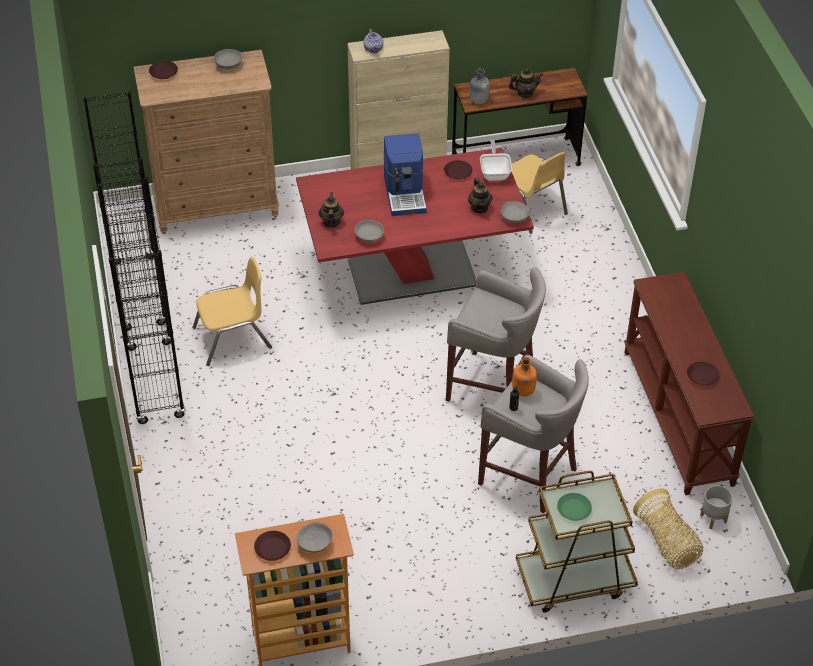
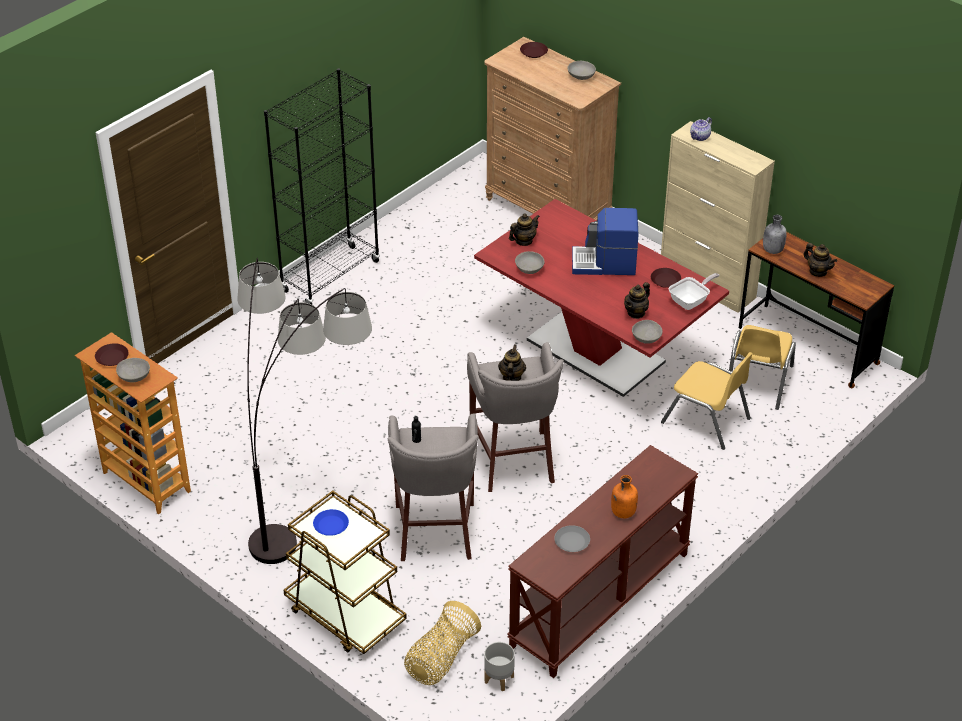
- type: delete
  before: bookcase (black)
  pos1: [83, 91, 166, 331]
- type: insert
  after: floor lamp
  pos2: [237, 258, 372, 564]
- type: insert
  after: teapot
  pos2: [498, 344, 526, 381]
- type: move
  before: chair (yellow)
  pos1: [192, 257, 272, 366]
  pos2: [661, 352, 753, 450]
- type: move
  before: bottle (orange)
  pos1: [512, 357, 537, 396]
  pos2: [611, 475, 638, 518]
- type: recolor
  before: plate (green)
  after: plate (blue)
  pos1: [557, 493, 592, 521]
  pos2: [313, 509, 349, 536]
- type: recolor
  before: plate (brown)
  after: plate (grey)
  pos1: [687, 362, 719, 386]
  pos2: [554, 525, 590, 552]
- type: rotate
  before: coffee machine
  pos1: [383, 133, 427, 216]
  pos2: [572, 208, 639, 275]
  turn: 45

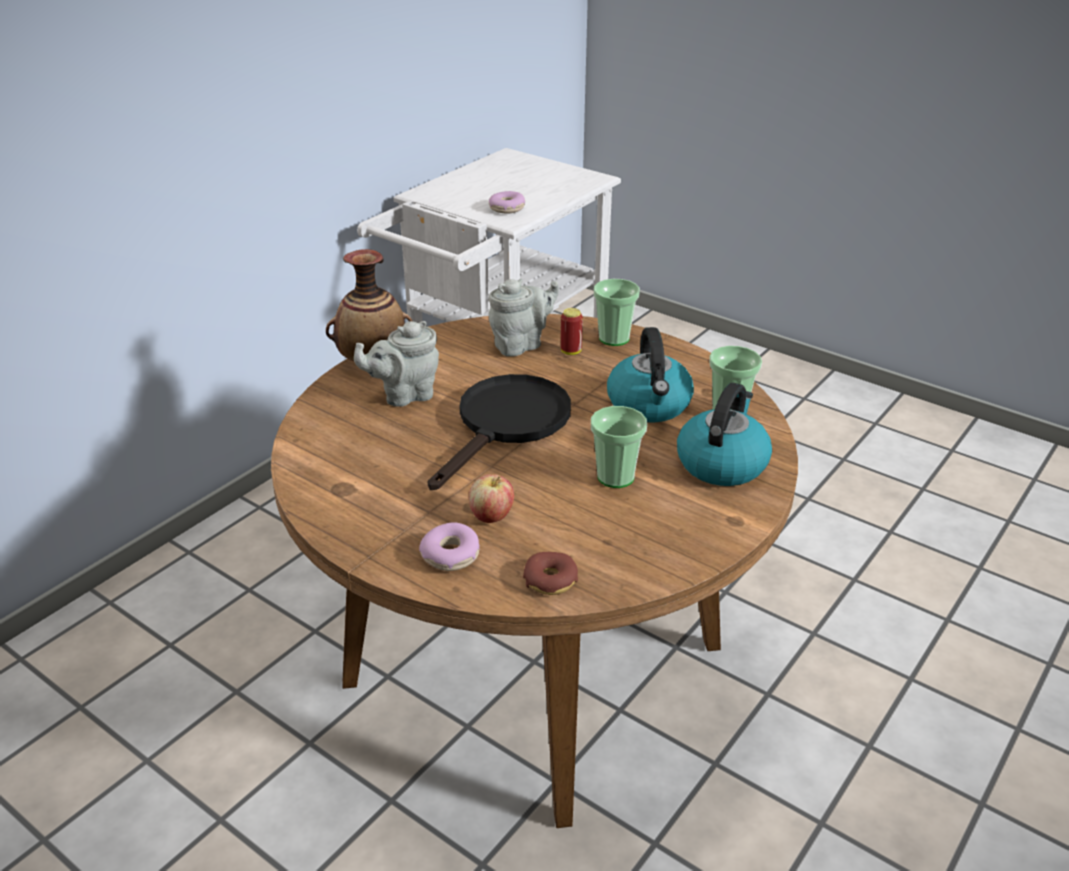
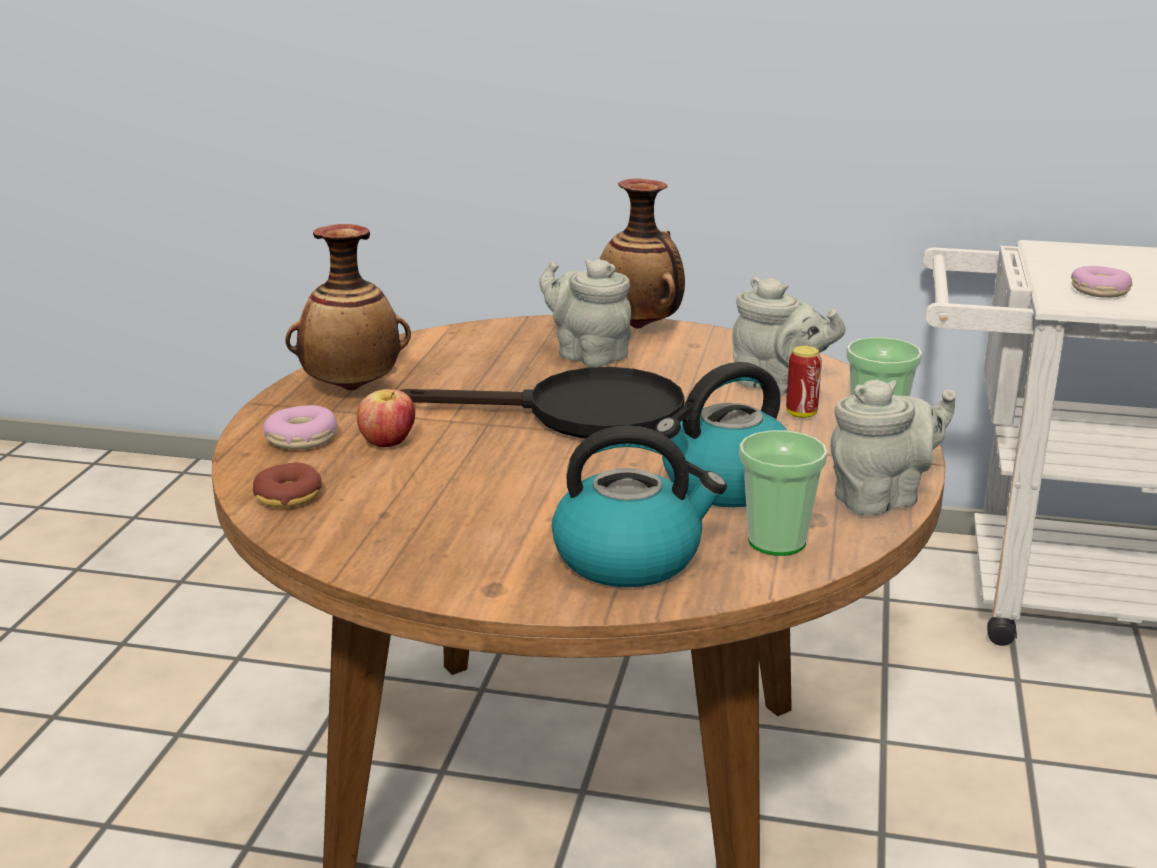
- type: delete
  before: cup
  pos1: [591, 406, 647, 488]
- type: insert
  after: vase
  pos2: [286, 224, 411, 391]
- type: insert
  after: teapot (grey)
  pos2: [831, 380, 956, 515]

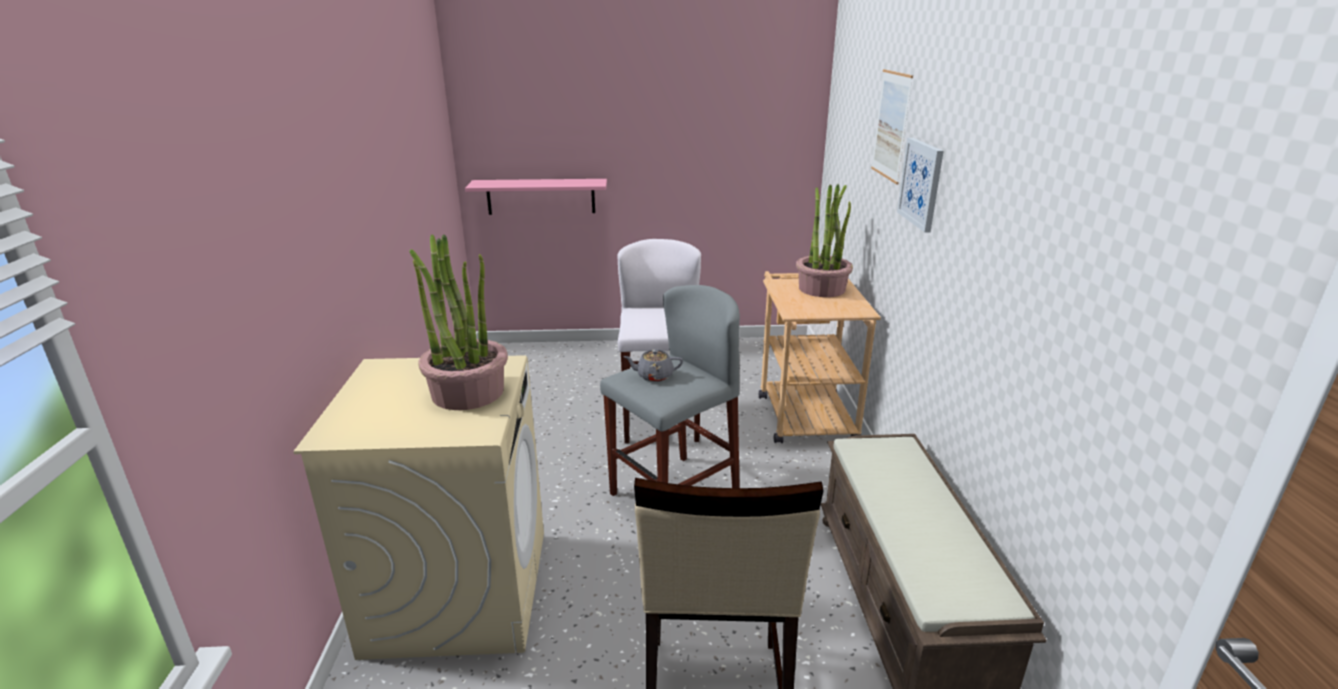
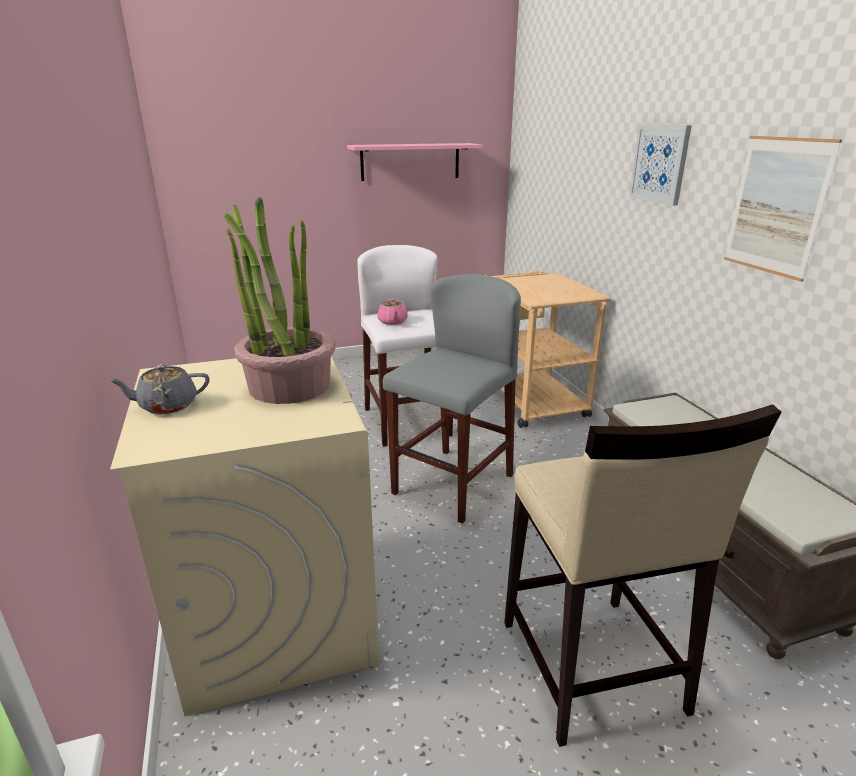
- type: delete
  before: potted plant
  pos1: [796, 184, 853, 297]
- type: insert
  after: teapot (pink)
  pos2: [377, 298, 408, 325]
- type: move
  before: shelf (pink)
  pos1: [465, 179, 607, 215]
  pos2: [347, 143, 483, 181]
- type: move
  before: teapot (grey)
  pos1: [623, 349, 683, 382]
  pos2: [109, 364, 210, 414]
- type: move
  before: picture
  pos1: [871, 69, 913, 184]
  pos2: [724, 136, 842, 282]

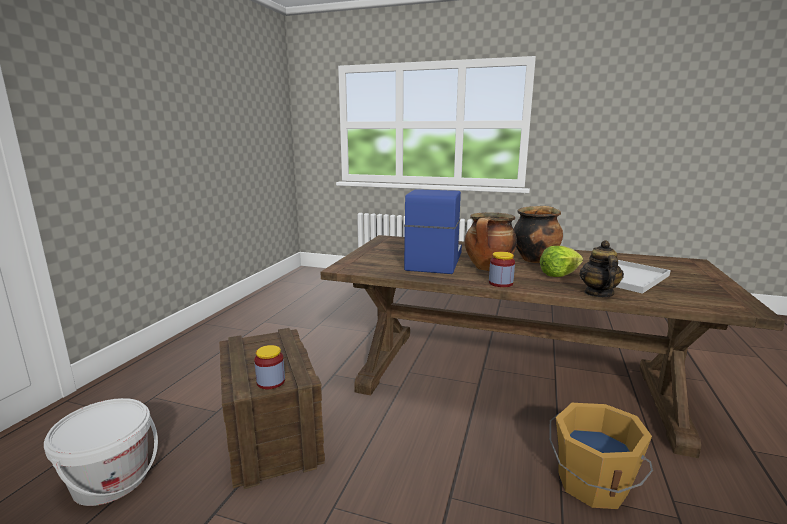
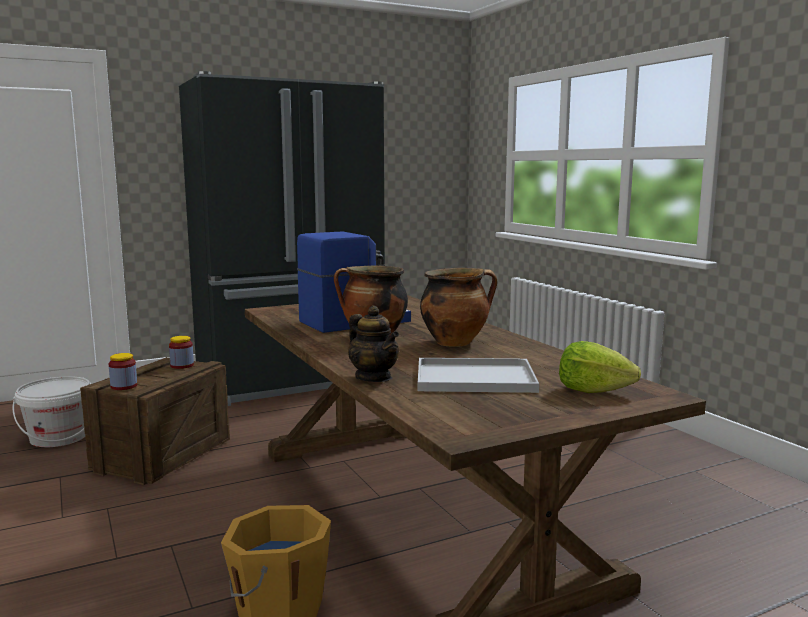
- type: insert
  after: fridge (black)
  pos2: [179, 71, 385, 406]
- type: move
  before: jar
  pos1: [489, 252, 515, 287]
  pos2: [169, 336, 194, 369]
- type: move
  before: lettuce
  pos1: [540, 246, 583, 277]
  pos2: [559, 341, 641, 393]
- type: rotate
  before: teapot
  pos1: [580, 240, 624, 297]
  pos2: [348, 306, 399, 382]
  turn: 90

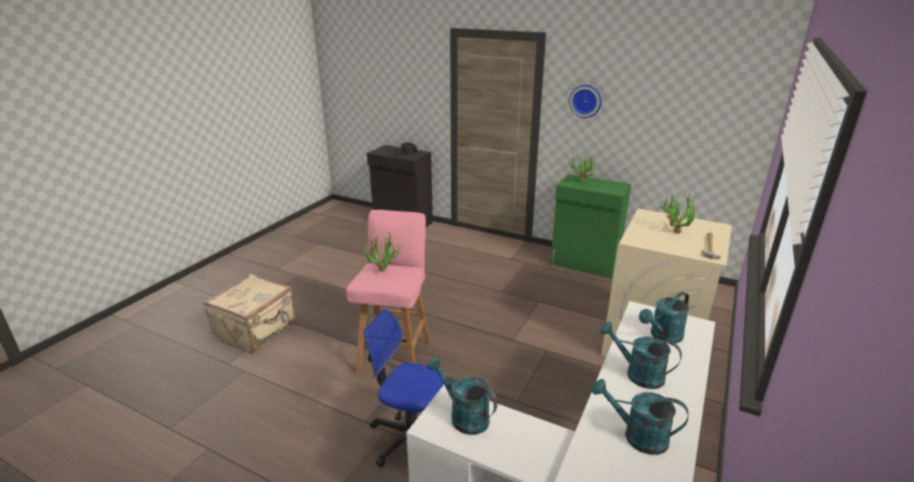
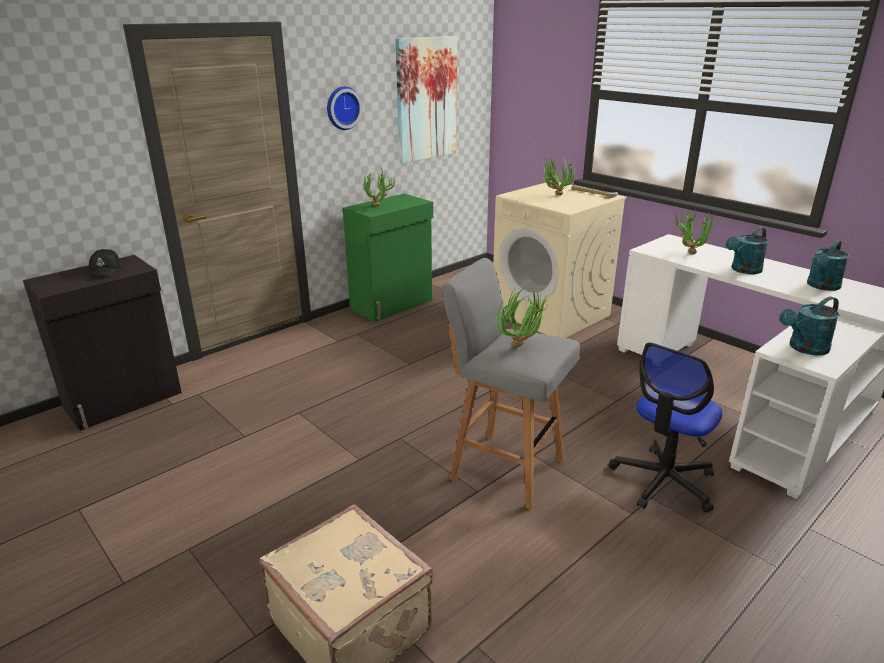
- type: insert
  after: picture
  pos2: [395, 36, 457, 163]
- type: replace
  before: watering can (turquoise)
  after: potted plant
  pos1: [639, 292, 689, 343]
  pos2: [675, 208, 715, 255]
- type: recolor
  before: stool (pink)
  after: stool (grey)
  pos1: [346, 210, 431, 374]
  pos2: [441, 258, 580, 510]

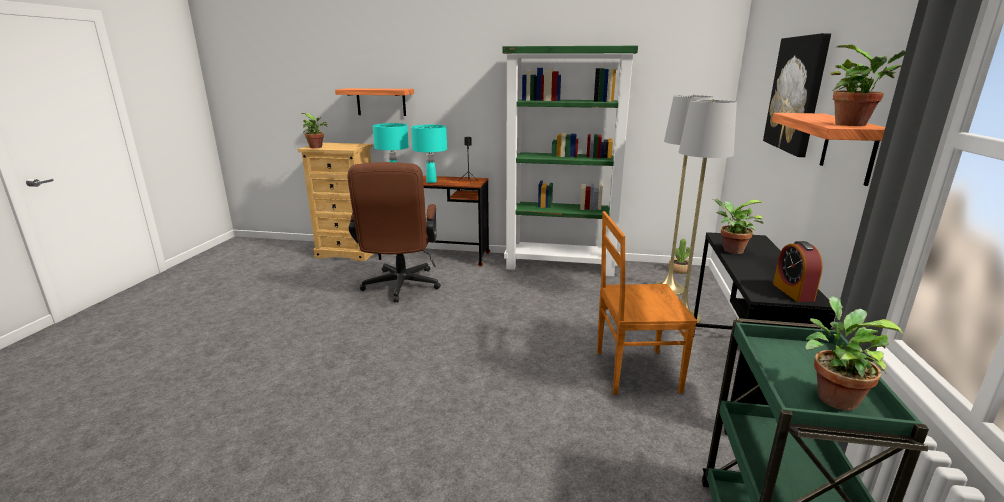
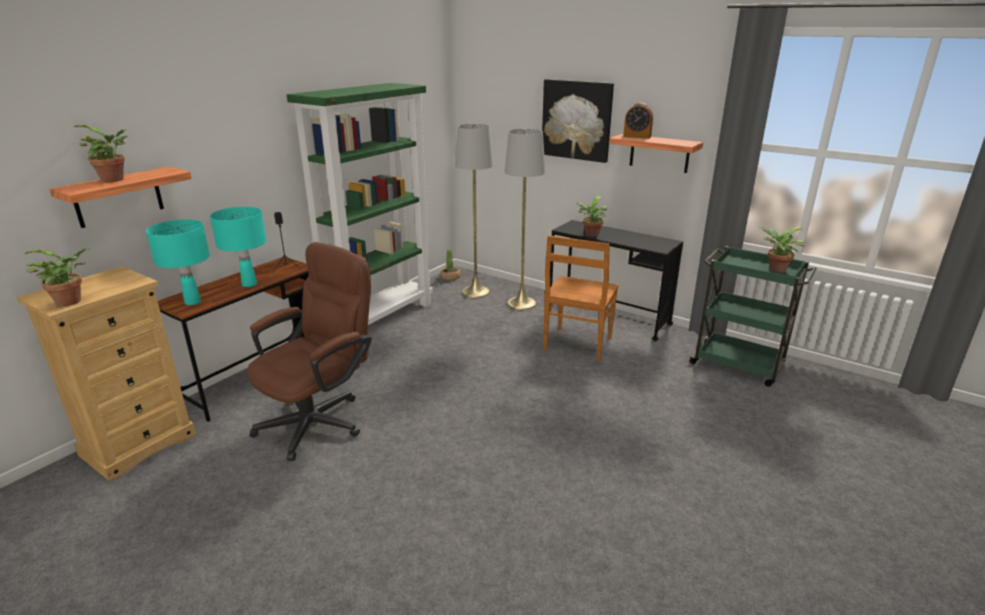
- type: move
  before: alarm clock
  pos1: [773, 241, 823, 302]
  pos2: [623, 103, 653, 139]
- type: move
  before: potted plant
  pos1: [831, 45, 905, 126]
  pos2: [74, 125, 128, 183]
- type: rotate
  before: office chair (brown)
  pos1: [348, 162, 441, 302]
  pos2: [247, 242, 372, 461]
  turn: -75

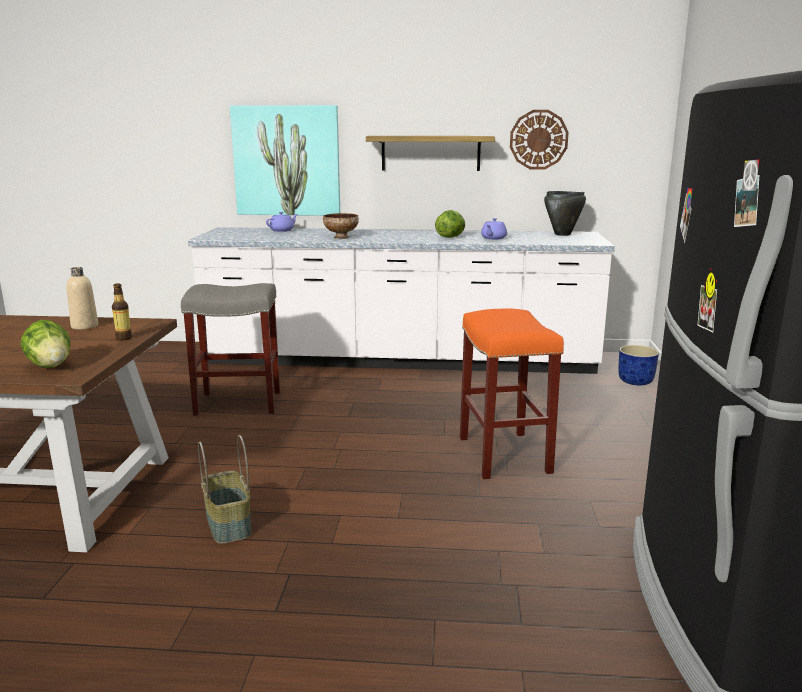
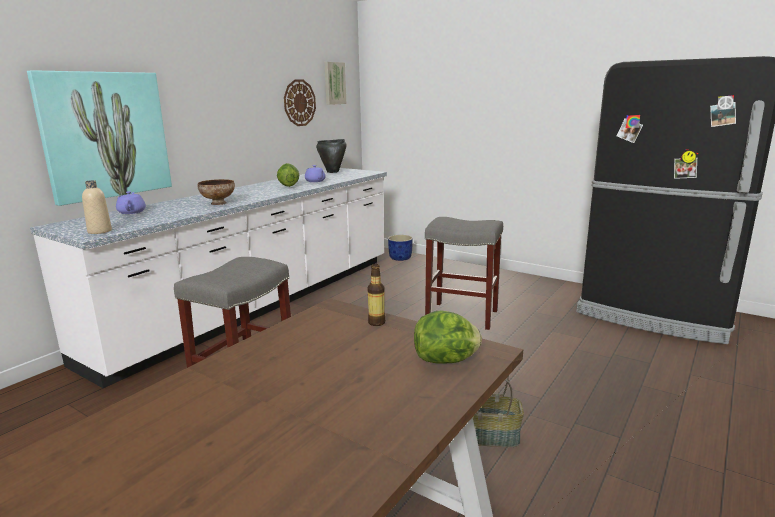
- type: delete
  before: shelf
  pos1: [366, 136, 495, 171]
- type: insert
  after: picture
  pos2: [324, 62, 346, 105]
- type: move
  before: bottle (beige)
  pos1: [66, 267, 98, 330]
  pos2: [82, 180, 112, 234]
- type: recolor
  before: stool (orange)
  after: stool (grey)
  pos1: [460, 308, 564, 479]
  pos2: [425, 217, 503, 330]

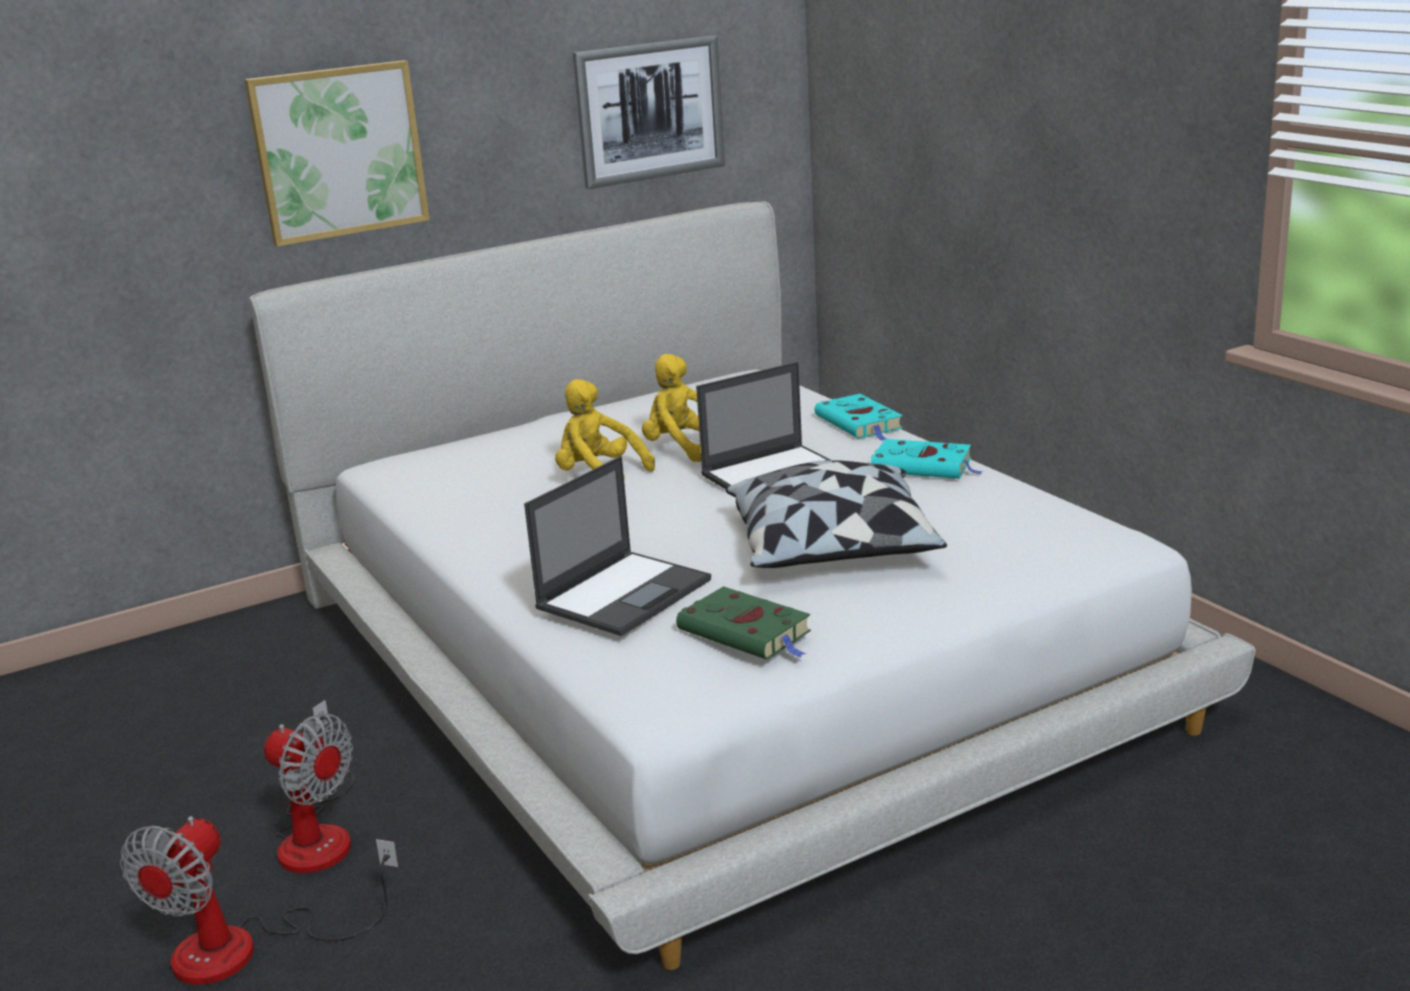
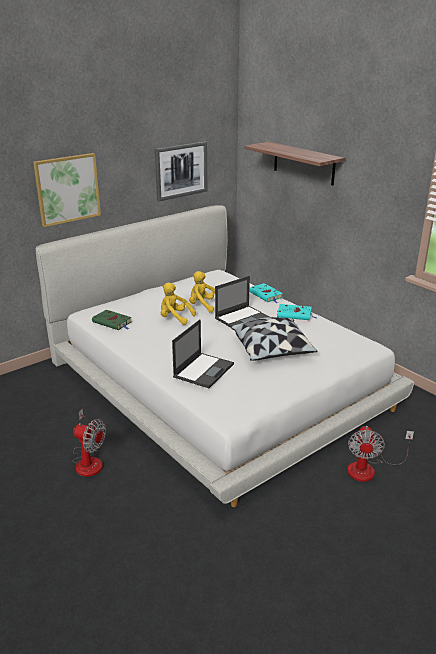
- type: insert
  after: shelf
  pos2: [245, 142, 345, 186]
- type: move
  before: fan
  pos1: [120, 816, 398, 985]
  pos2: [347, 426, 414, 482]
- type: move
  before: book (green)
  pos1: [676, 586, 811, 660]
  pos2: [92, 310, 131, 330]

